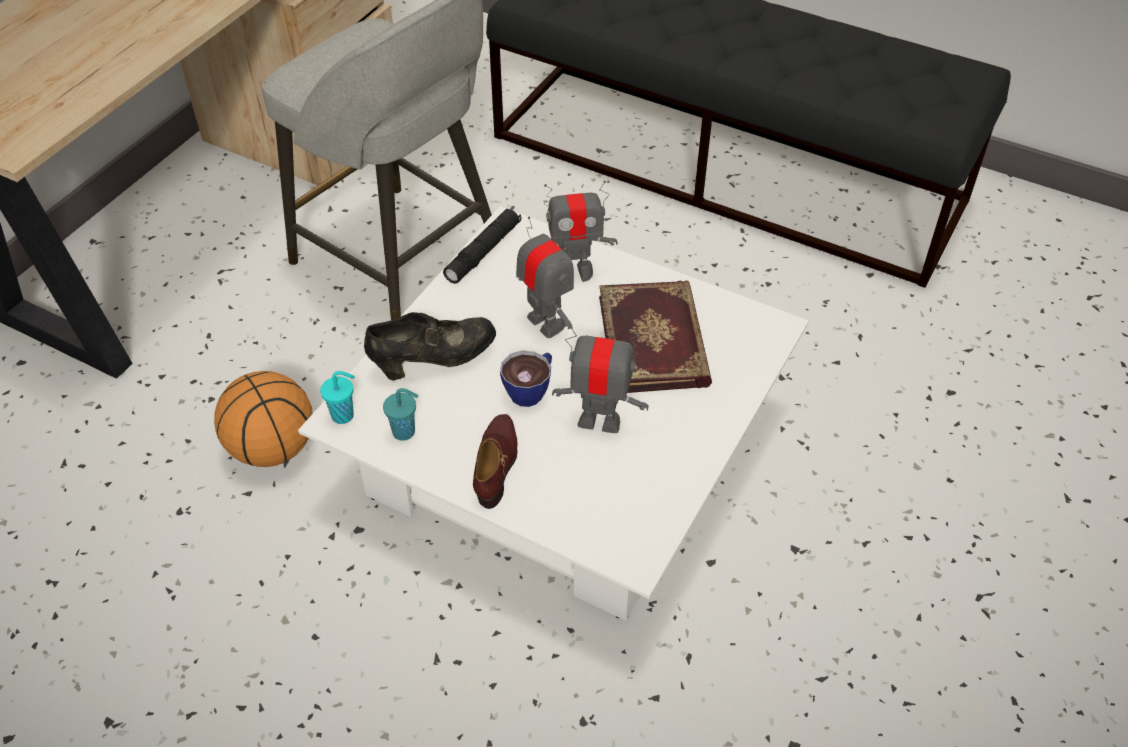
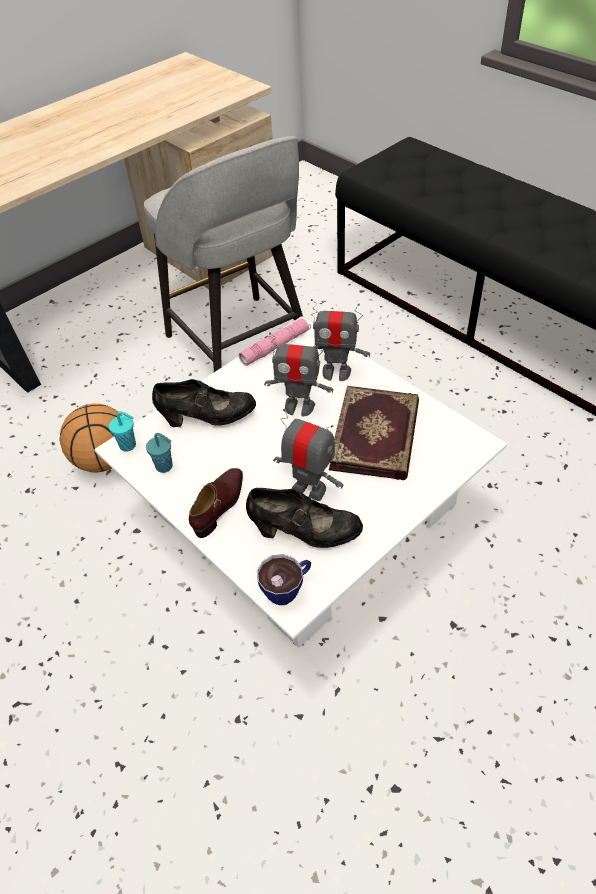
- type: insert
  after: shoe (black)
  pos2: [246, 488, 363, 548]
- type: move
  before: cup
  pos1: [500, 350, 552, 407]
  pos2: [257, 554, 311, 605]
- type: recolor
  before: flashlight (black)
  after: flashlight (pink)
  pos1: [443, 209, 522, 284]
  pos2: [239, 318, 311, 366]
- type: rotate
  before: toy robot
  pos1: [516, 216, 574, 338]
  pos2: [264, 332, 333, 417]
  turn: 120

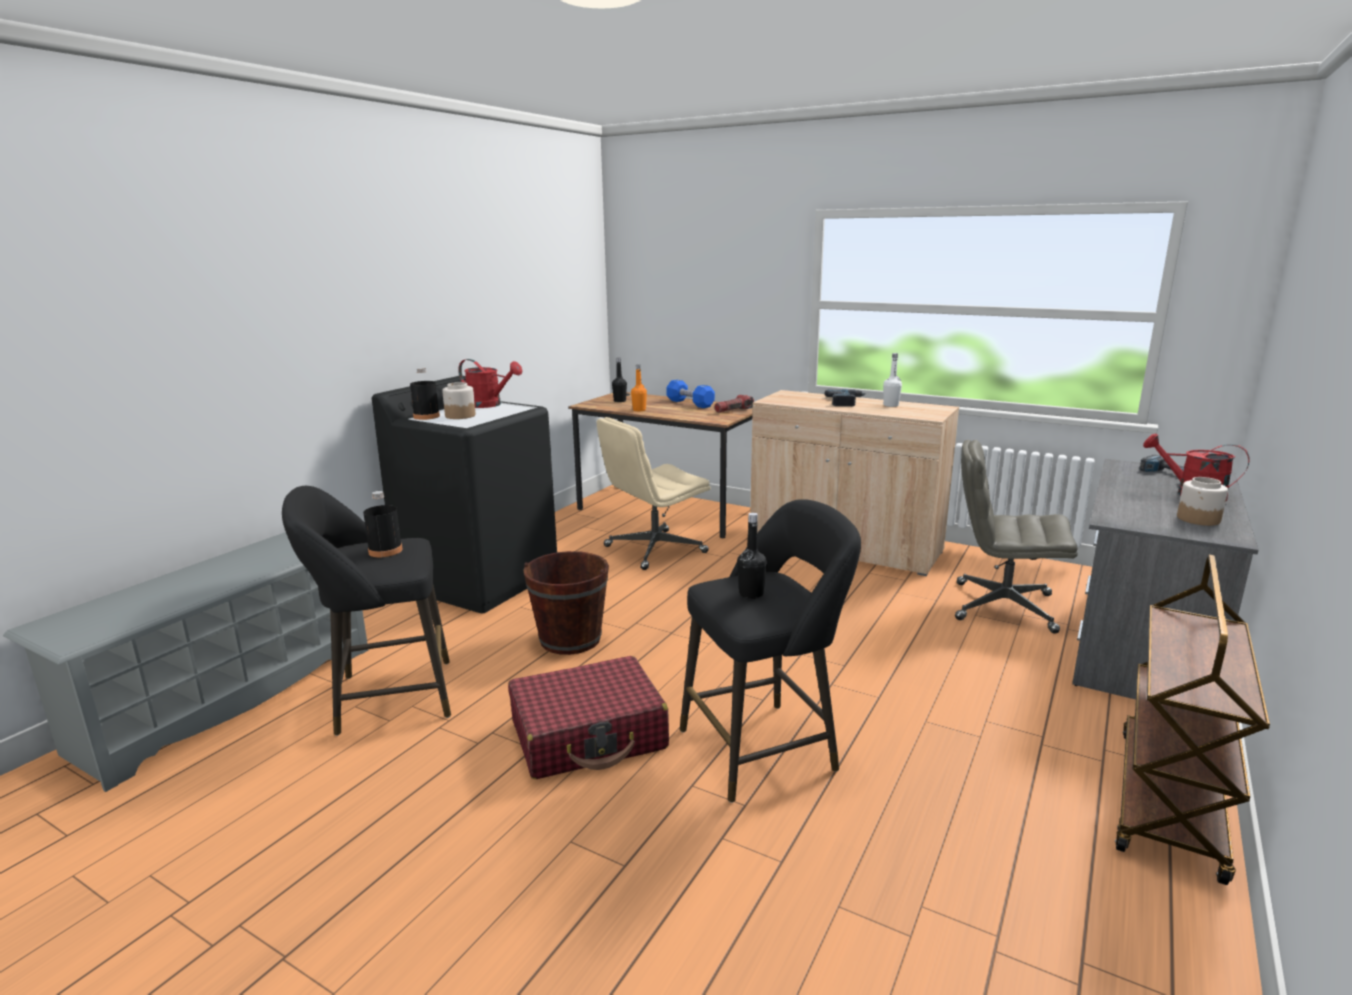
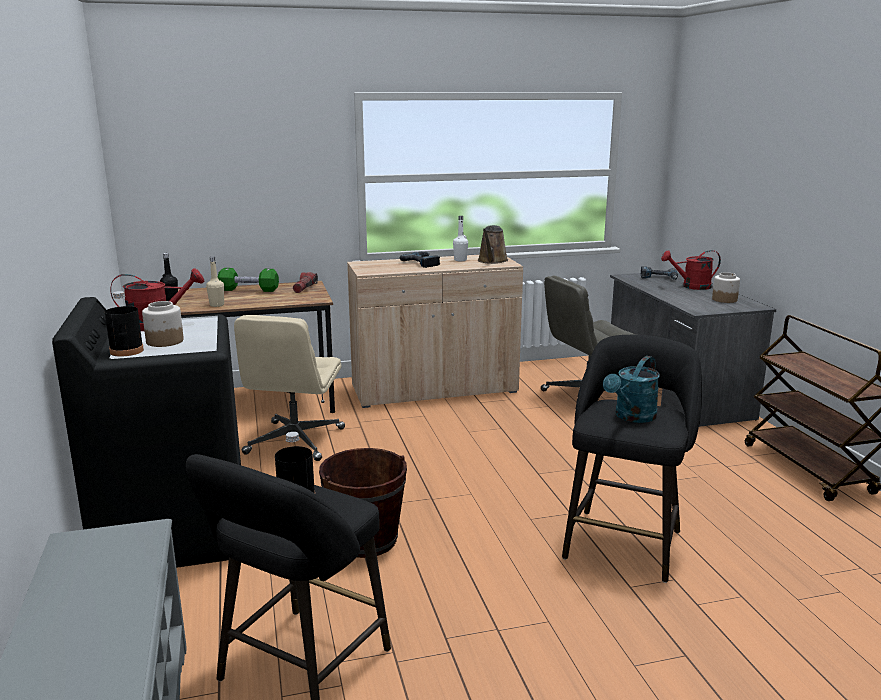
- type: delete
  before: suitcase (red)
  pos1: [508, 656, 669, 779]
- type: insert
  after: watering can (brown)
  pos2: [478, 225, 508, 264]
- type: replace
  before: bottle (black)
  after: watering can (turquoise)
  pos1: [737, 513, 767, 599]
  pos2: [603, 356, 660, 423]
- type: recolor
  before: bottle (orange)
  after: bottle (beige)
  pos1: [631, 365, 647, 412]
  pos2: [206, 257, 224, 307]
- type: recolor
  before: dumbbell (blue)
  after: dumbbell (green)
  pos1: [666, 380, 715, 408]
  pos2: [218, 268, 279, 292]

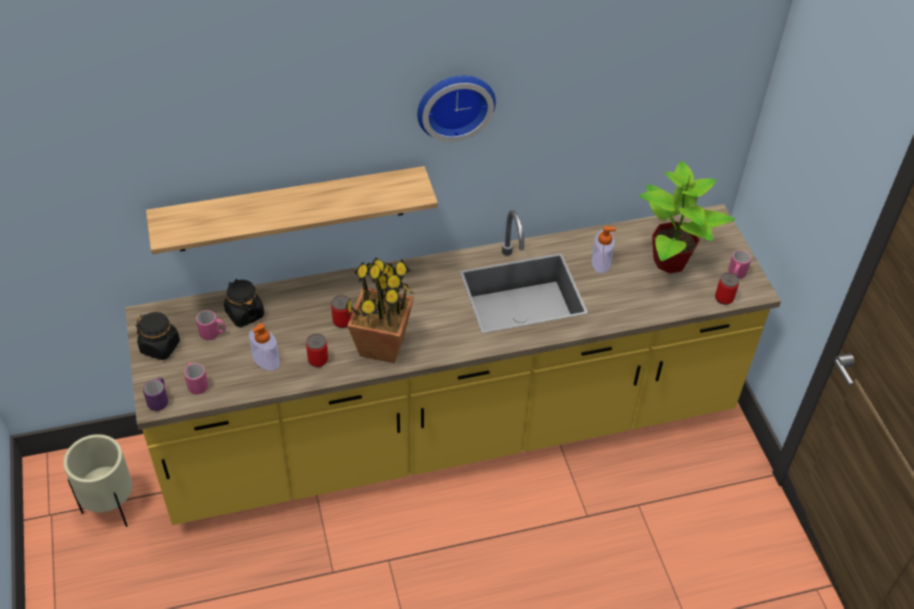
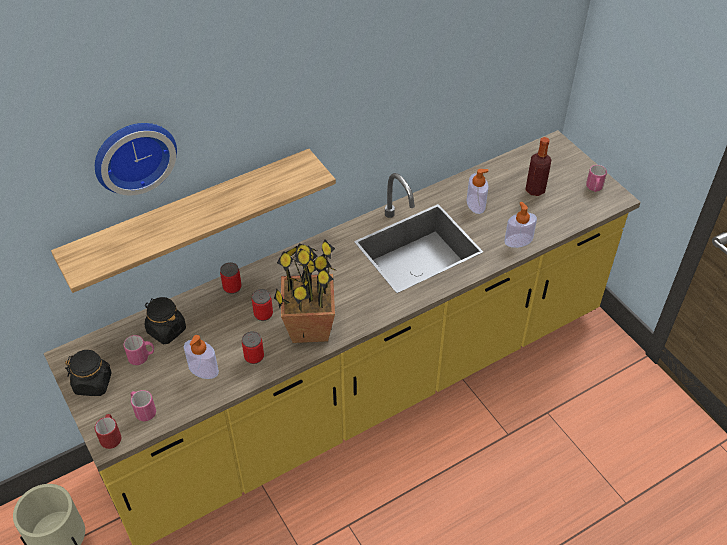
- type: insert
  after: soap dispenser
  pos2: [504, 202, 537, 248]
- type: move
  before: wall clock
  pos1: [417, 76, 496, 142]
  pos2: [95, 123, 177, 195]
- type: move
  before: can
  pos1: [715, 273, 739, 305]
  pos2: [220, 262, 242, 294]
- type: replace
  before: potted plant
  after: bottle
  pos1: [639, 161, 735, 273]
  pos2: [525, 137, 551, 196]
- type: recolor
  before: mug (purple)
  after: mug (red)
  pos1: [143, 377, 168, 411]
  pos2: [95, 414, 121, 449]

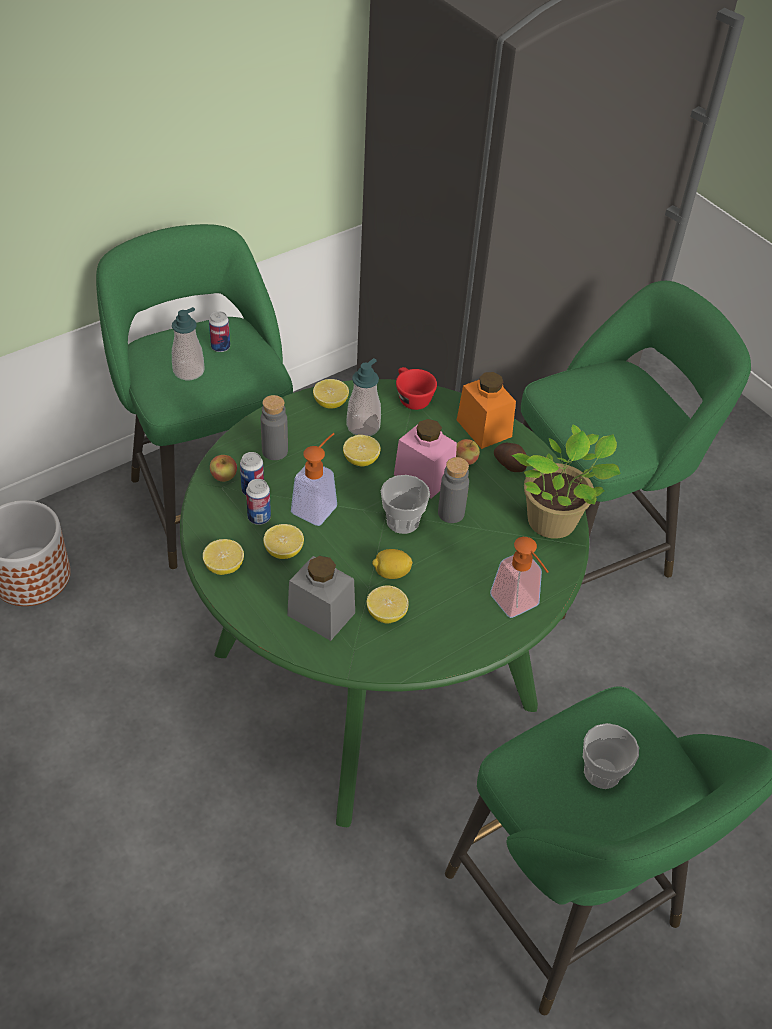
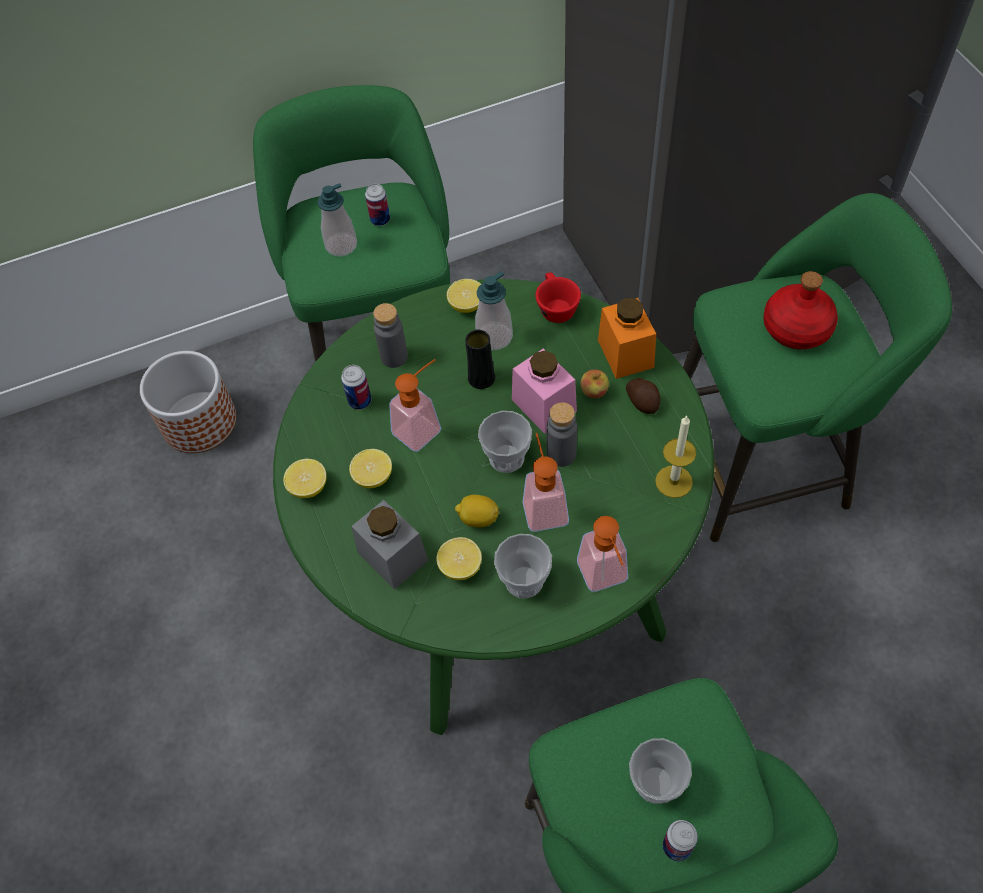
- type: delete
  before: apple
  pos1: [210, 455, 237, 482]
- type: insert
  after: cup
  pos2: [494, 534, 552, 598]
- type: insert
  after: soap dispenser
  pos2: [522, 433, 569, 532]
- type: insert
  after: bottle (red)
  pos2: [763, 271, 838, 349]
- type: move
  before: can
  pos1: [246, 479, 271, 525]
  pos2: [663, 820, 698, 861]
- type: replace
  before: lemon
  after: vase (black)
  pos1: [343, 435, 381, 467]
  pos2: [465, 330, 495, 389]
- type: replace
  before: potted plant
  after: candle
  pos1: [512, 424, 620, 539]
  pos2: [655, 415, 696, 498]

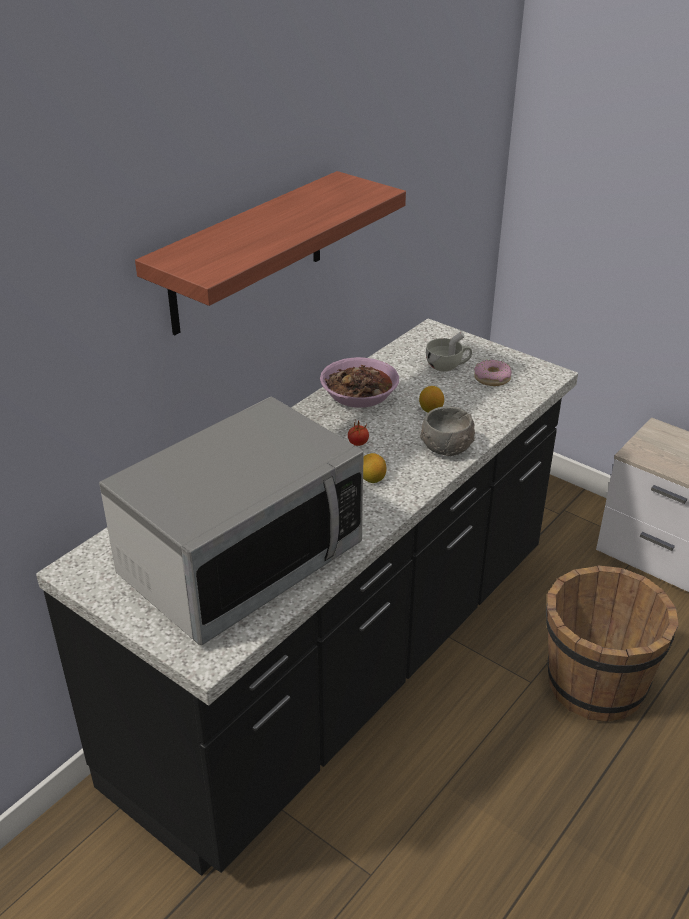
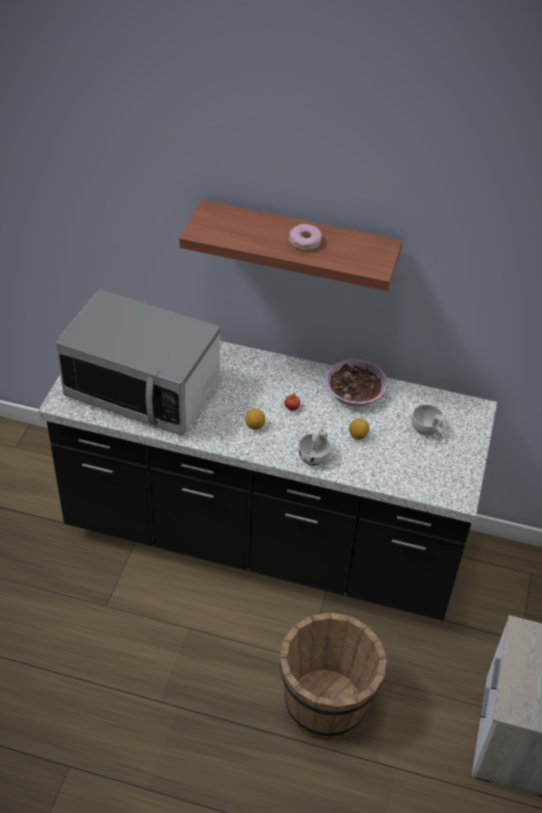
- type: move
  before: donut
  pos1: [474, 360, 512, 386]
  pos2: [289, 224, 322, 250]
- type: replace
  before: bowl (grey)
  after: cup (white)
  pos1: [420, 406, 475, 456]
  pos2: [298, 426, 331, 466]

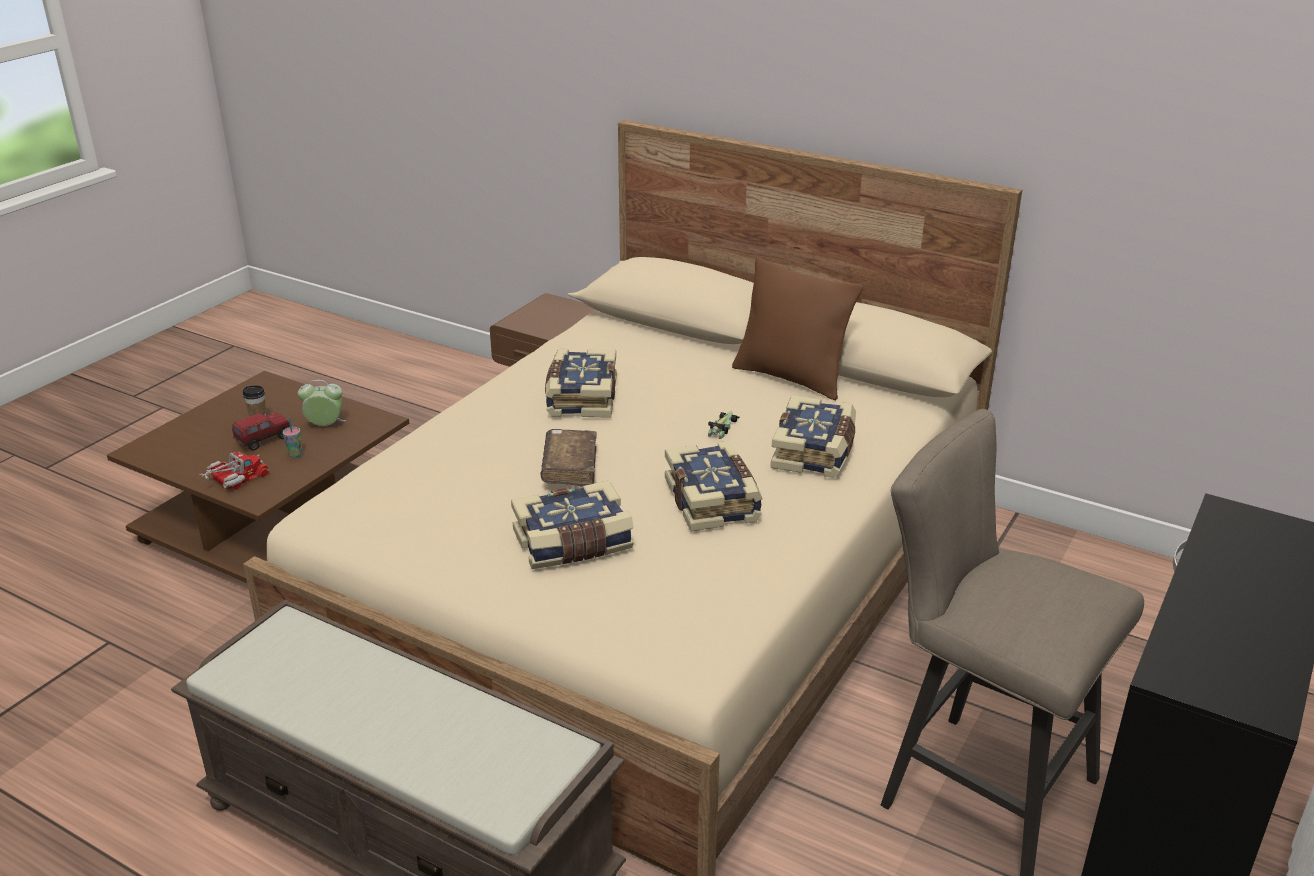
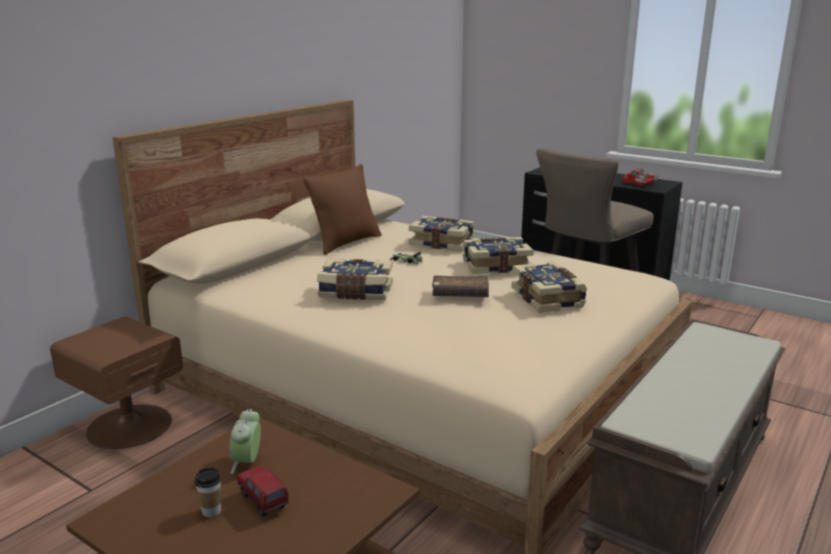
- type: delete
  before: cup
  pos1: [283, 419, 302, 458]
- type: move
  before: toy truck
  pos1: [199, 451, 269, 489]
  pos2: [622, 168, 659, 186]

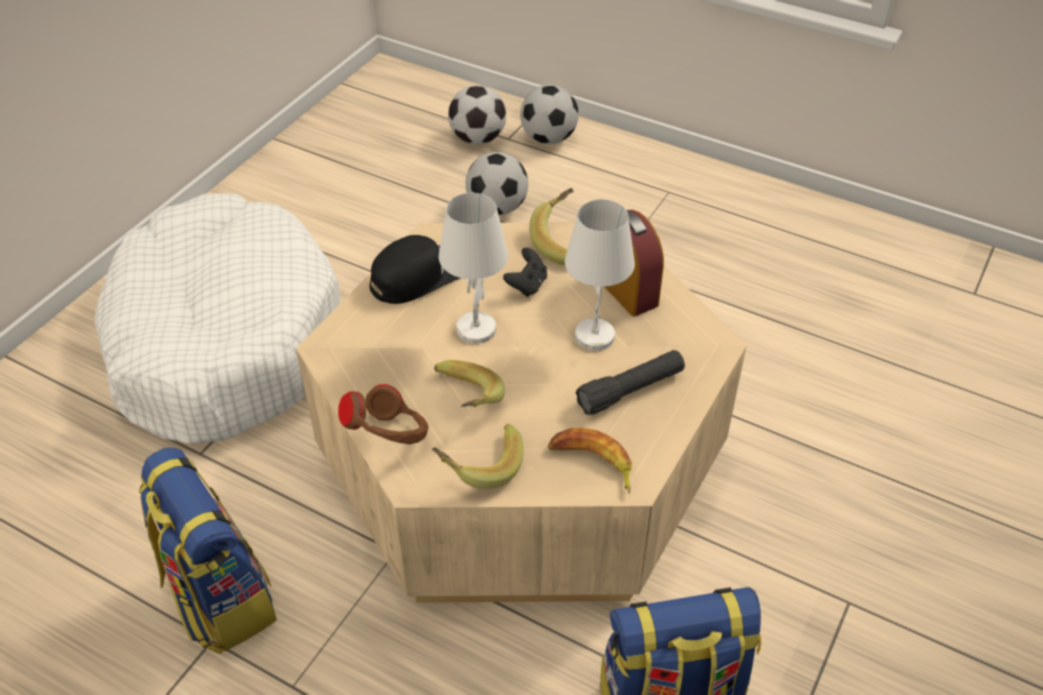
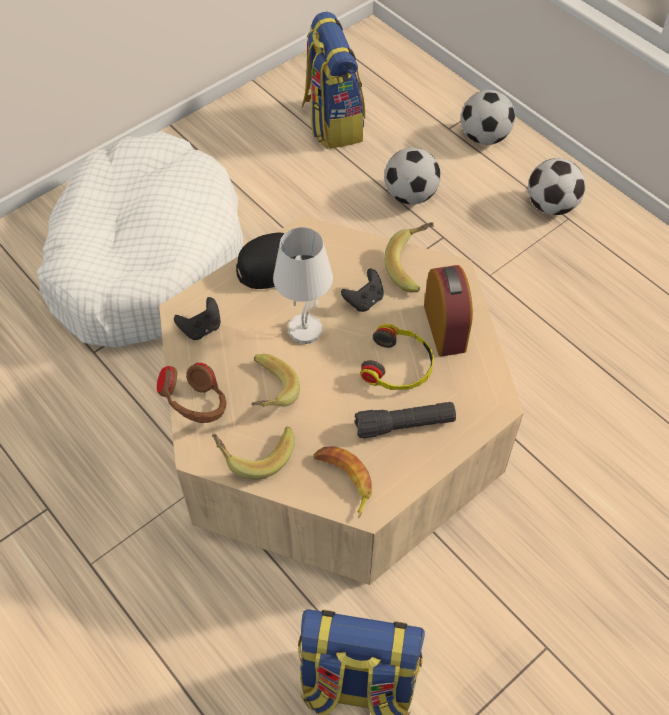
- type: insert
  after: game controller (black)
  pos2: [174, 297, 221, 340]
- type: move
  before: backpack
  pos1: [139, 447, 277, 654]
  pos2: [302, 12, 365, 149]
- type: move
  before: football
  pos1: [448, 85, 506, 145]
  pos2: [528, 158, 586, 215]
- type: replace
  before: table lamp (white)
  after: headphones
  pos1: [565, 199, 635, 351]
  pos2: [360, 324, 434, 390]

